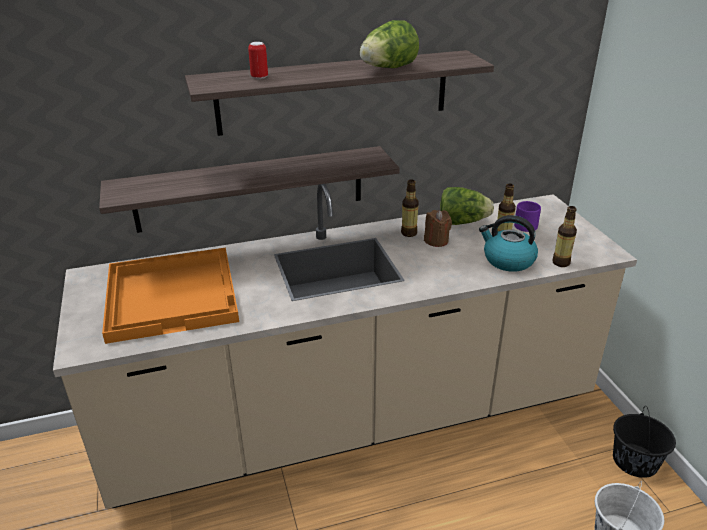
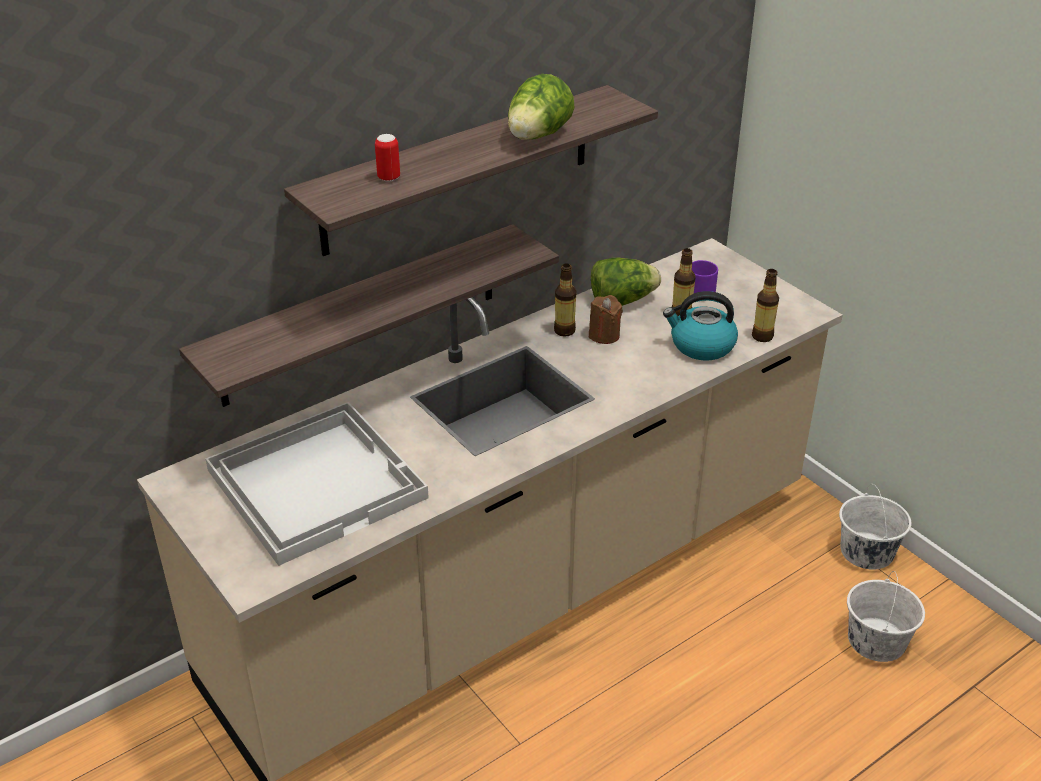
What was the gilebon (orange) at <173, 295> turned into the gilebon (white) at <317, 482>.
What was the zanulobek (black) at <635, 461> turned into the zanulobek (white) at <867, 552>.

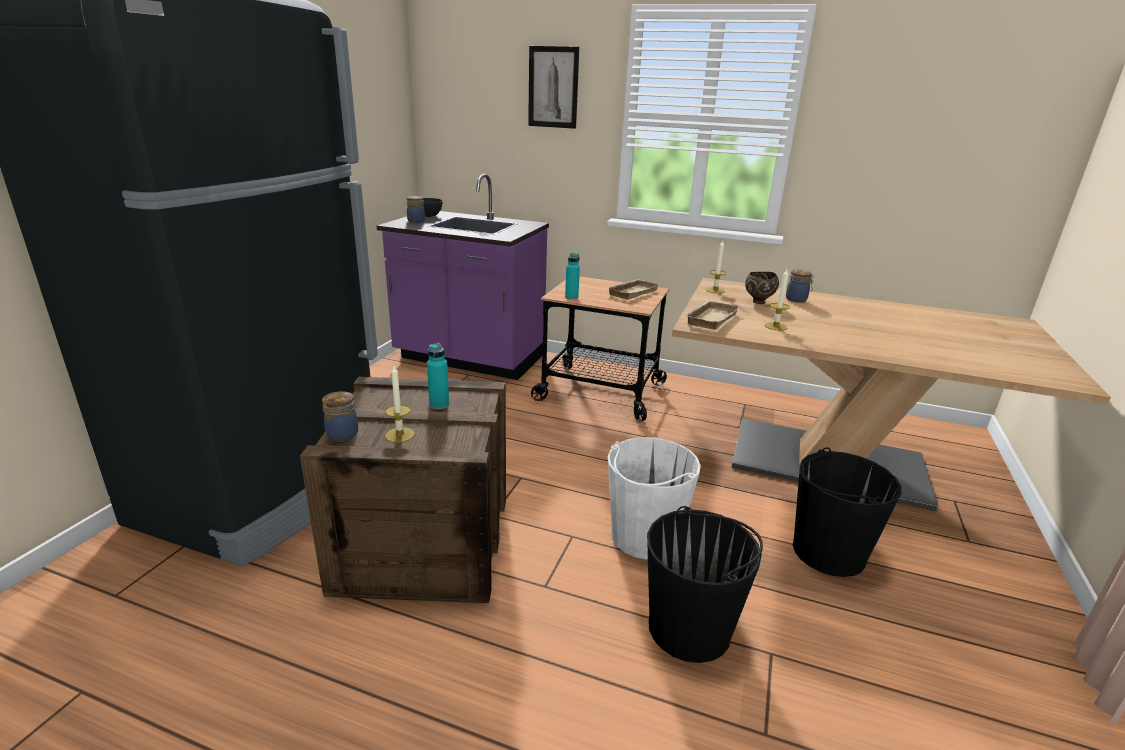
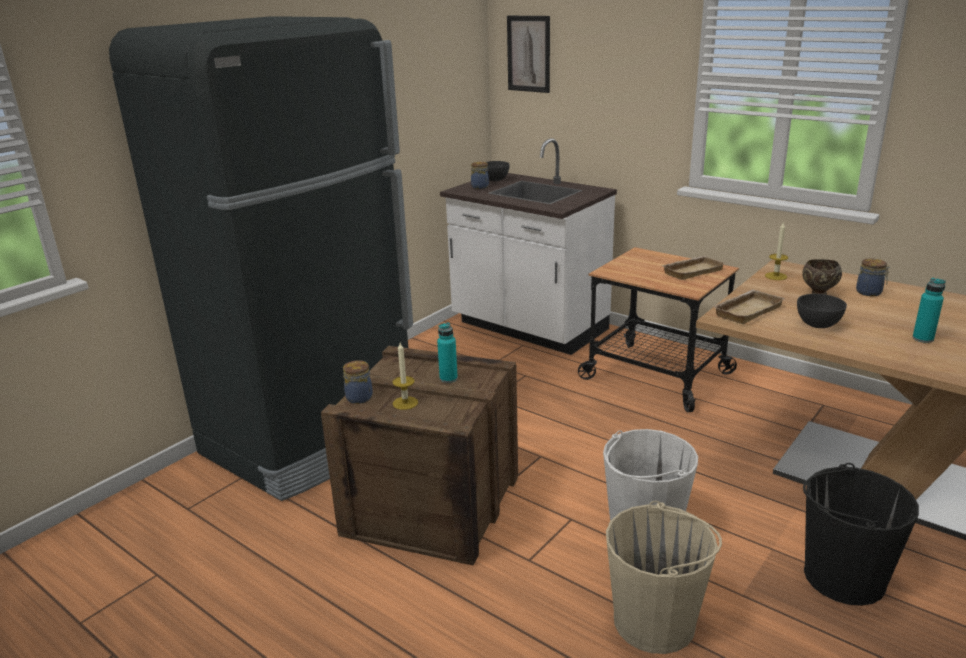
What was the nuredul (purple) at <469, 359> turned into the nuredul (white) at <528, 328>.
The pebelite ended up elsewhere, having gone from <553, 87> to <528, 54>.
What was the zanulobek (black) at <690, 628> turned into the zanulobek (beige) at <655, 622>.
Where the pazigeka stood at <775, 326>, the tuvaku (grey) came to stand at <818, 324>.
The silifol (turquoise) ended up elsewhere, having gone from <571, 297> to <923, 338>.

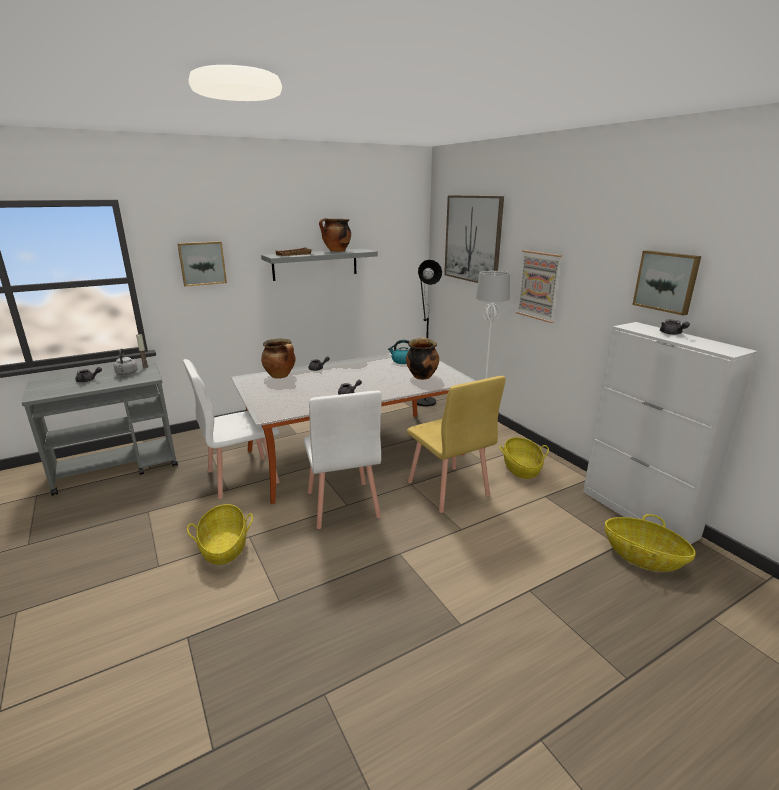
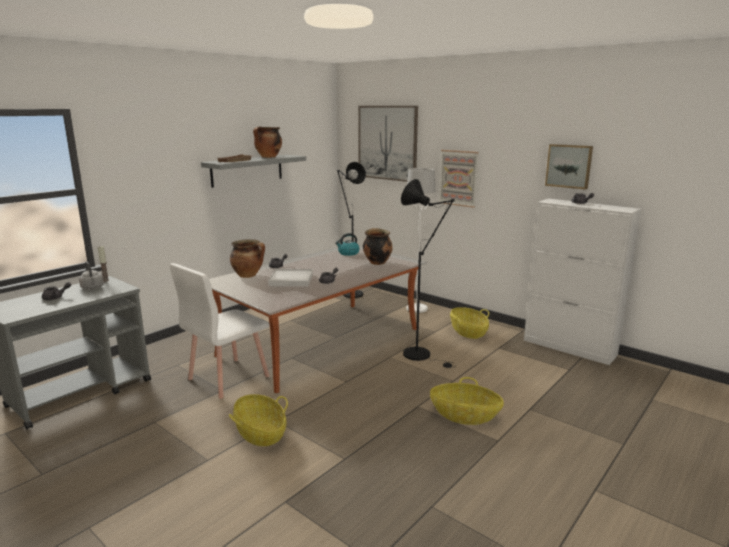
The second view gained the gilebon (white) at <291, 280>.
Where the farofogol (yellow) stood at <448, 489>, the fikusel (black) came to stand at <422, 355>.
The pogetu ended up elsewhere, having gone from <643, 557> to <465, 415>.
The second view lost the pebelite at <202, 263>.
The second view lost the farofogol (white) at <342, 505>.

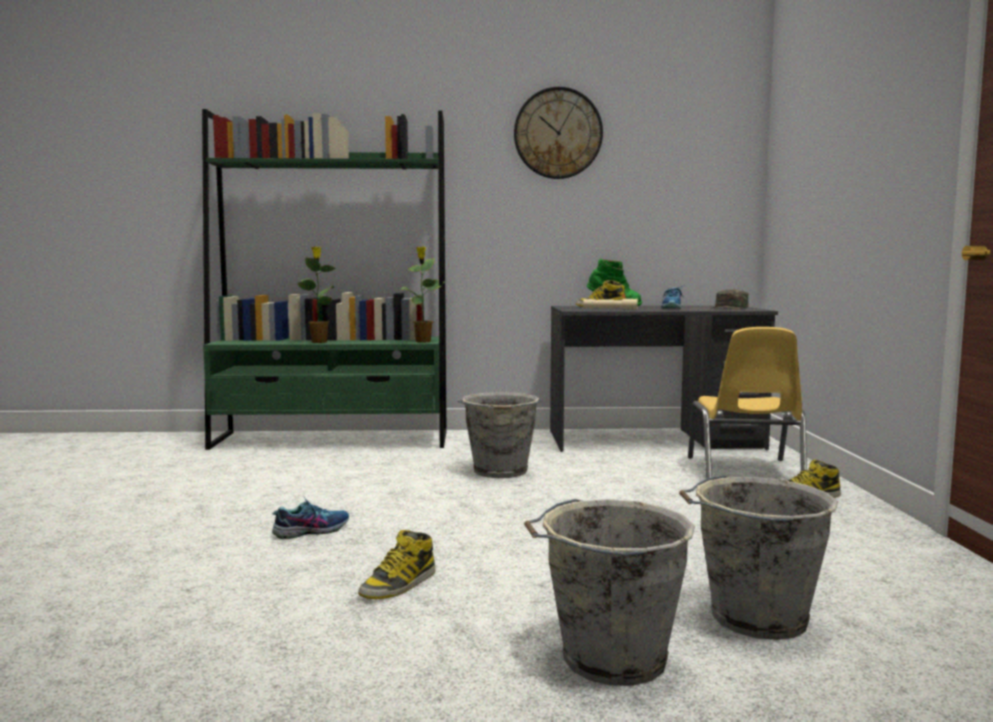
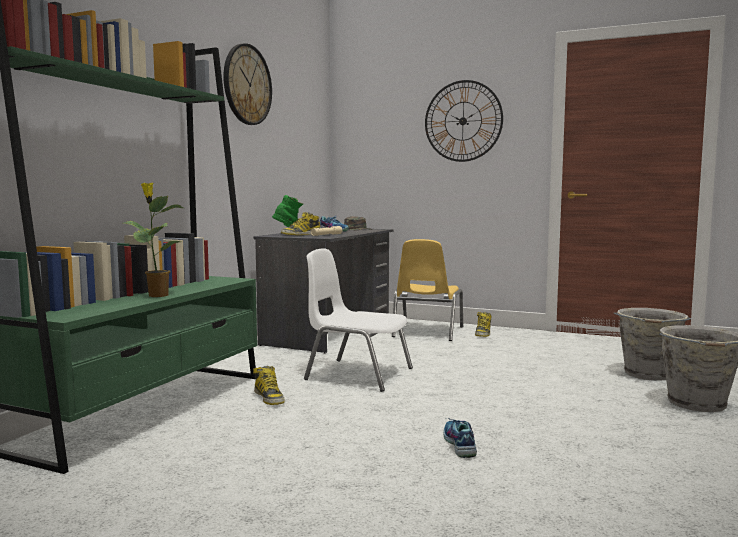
The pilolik ended up elsewhere, having gone from <399, 585> to <269, 398>.
Where the zanulobek (grey) stood at <500, 471>, the farofogol (white) came to stand at <357, 374>.
The farofogol (yellow) at <744, 472> ended up facing another way, 75 degrees clockwise from before.
The second view gained the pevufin at <463, 121>.
The second view lost the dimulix at <423, 341>.

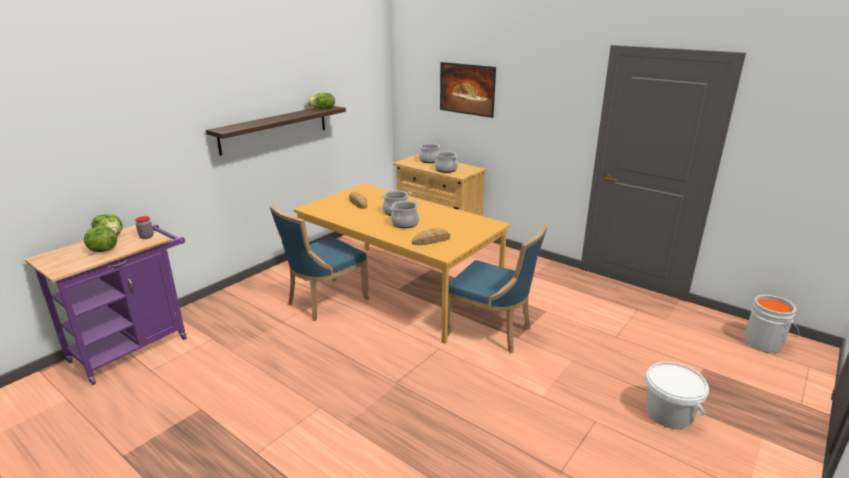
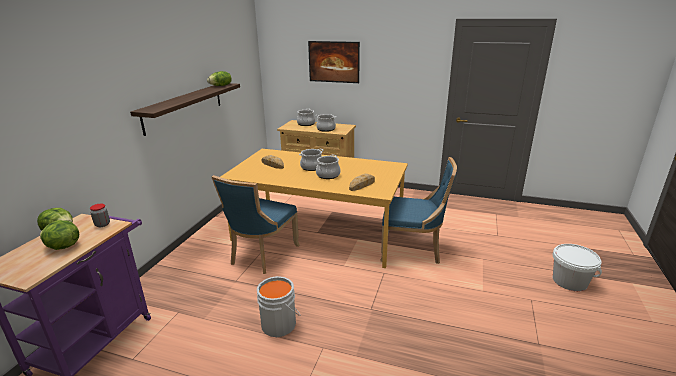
The zanulobek (grey) ended up elsewhere, having gone from <764, 343> to <280, 324>.

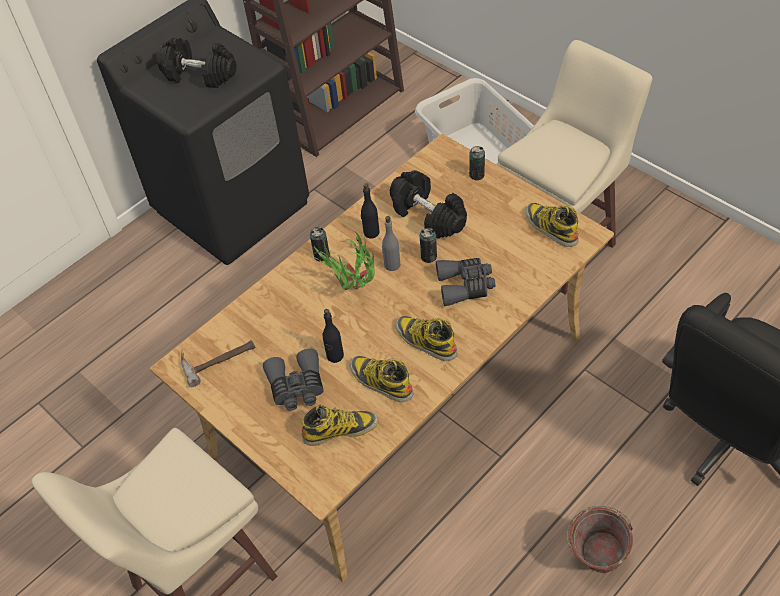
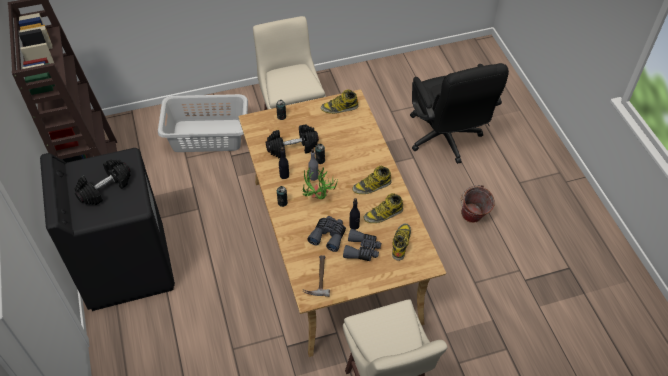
The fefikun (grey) ended up elsewhere, having gone from <465, 286> to <328, 235>.

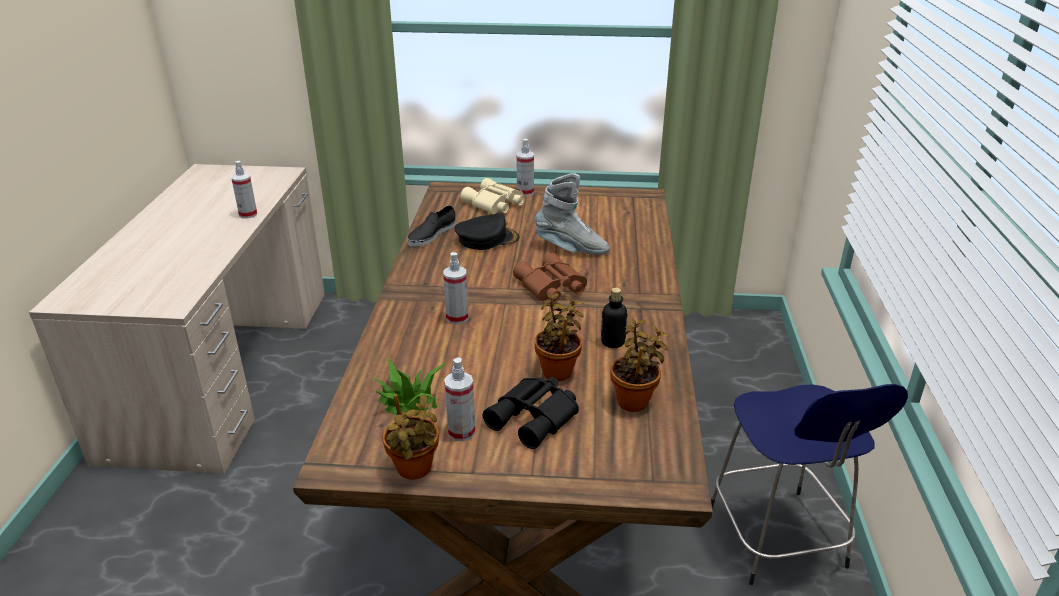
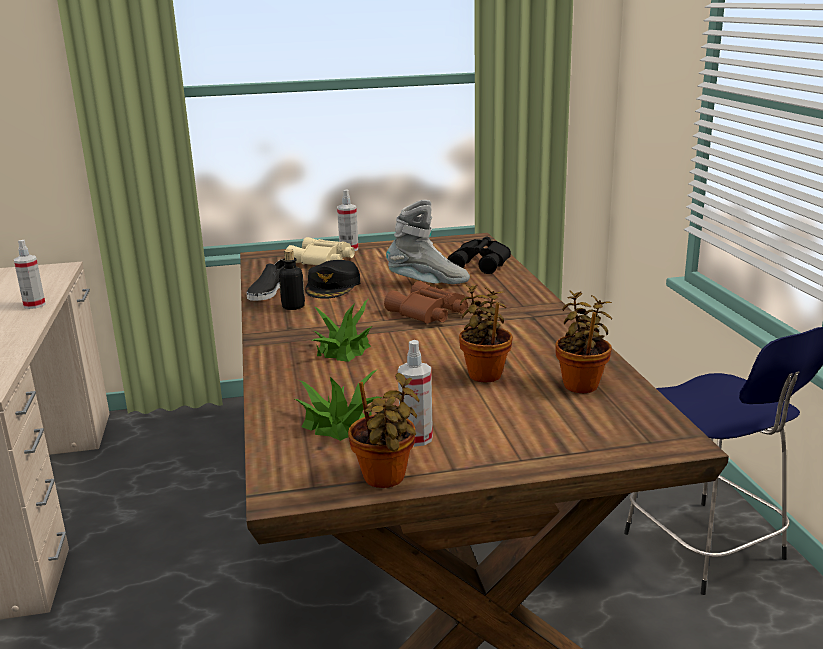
The silifol ended up elsewhere, having gone from <613, 342> to <293, 306>.
The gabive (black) at <487, 238> ended up facing another way, 135 degrees clockwise from before.
Where the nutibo stood at <457, 318>, the dimulix came to stand at <344, 349>.
The fefikun (black) ended up elsewhere, having gone from <535, 418> to <481, 264>.

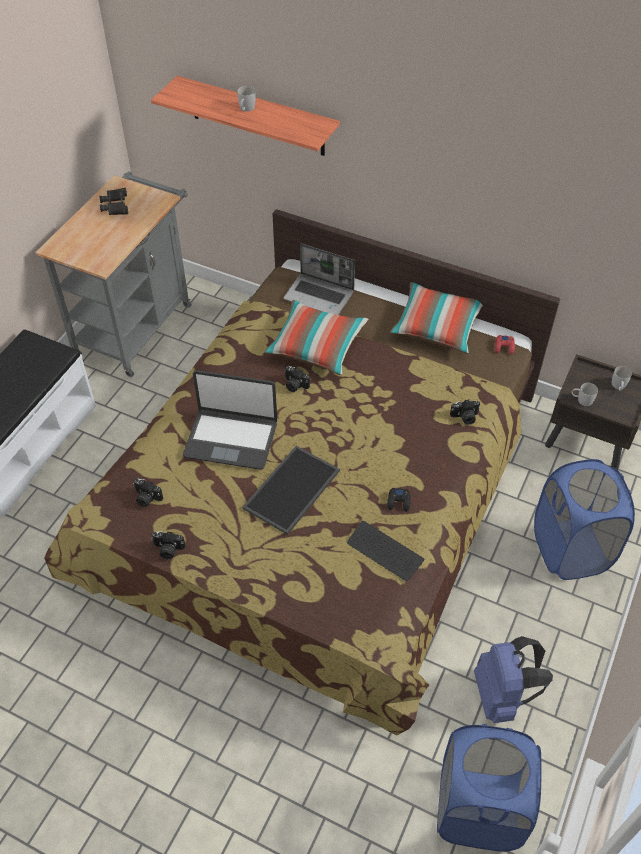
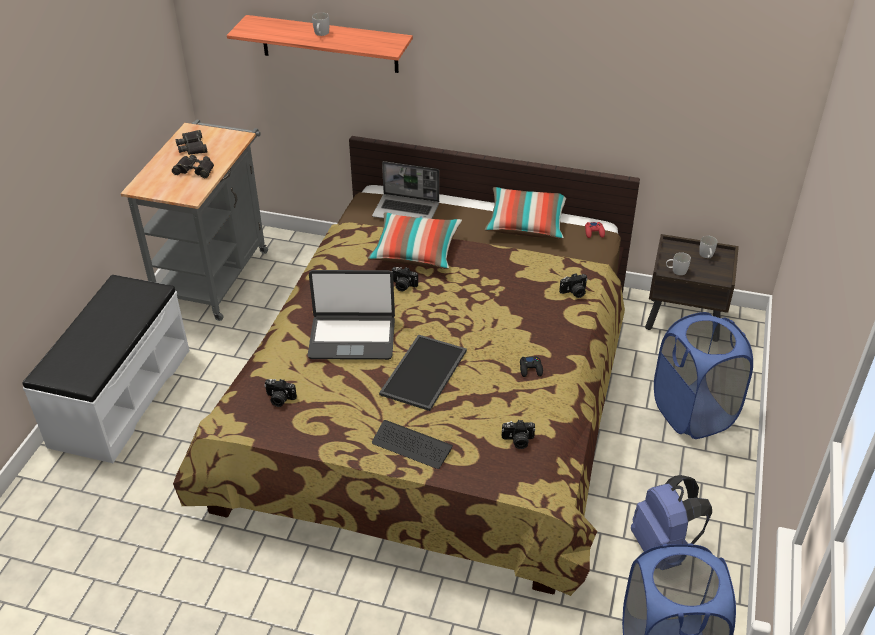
The second view gained the fefikun (black) at <195, 170>.
The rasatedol ended up elsewhere, having gone from <384, 552> to <411, 445>.
The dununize ended up elsewhere, having gone from <168, 550> to <518, 441>.

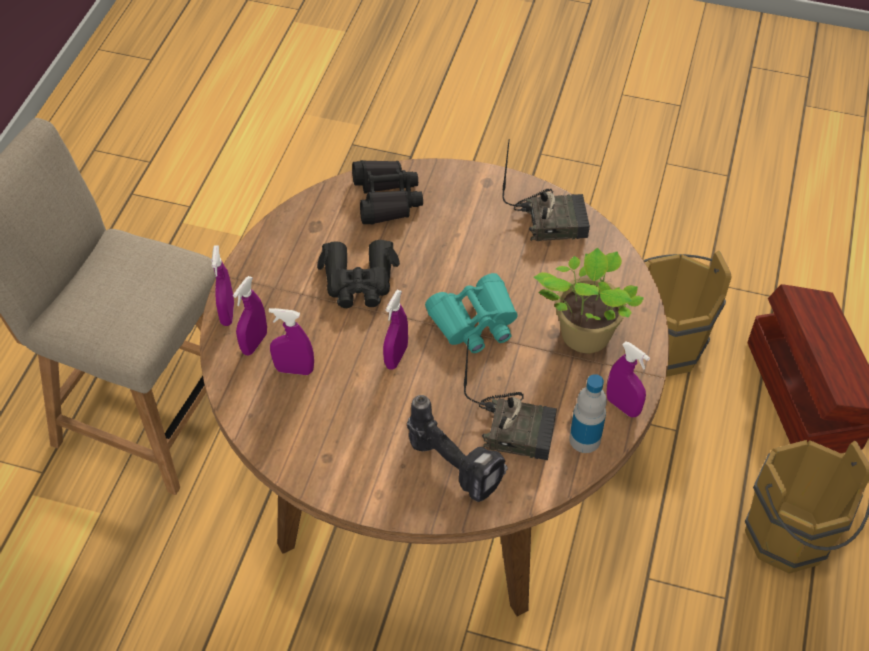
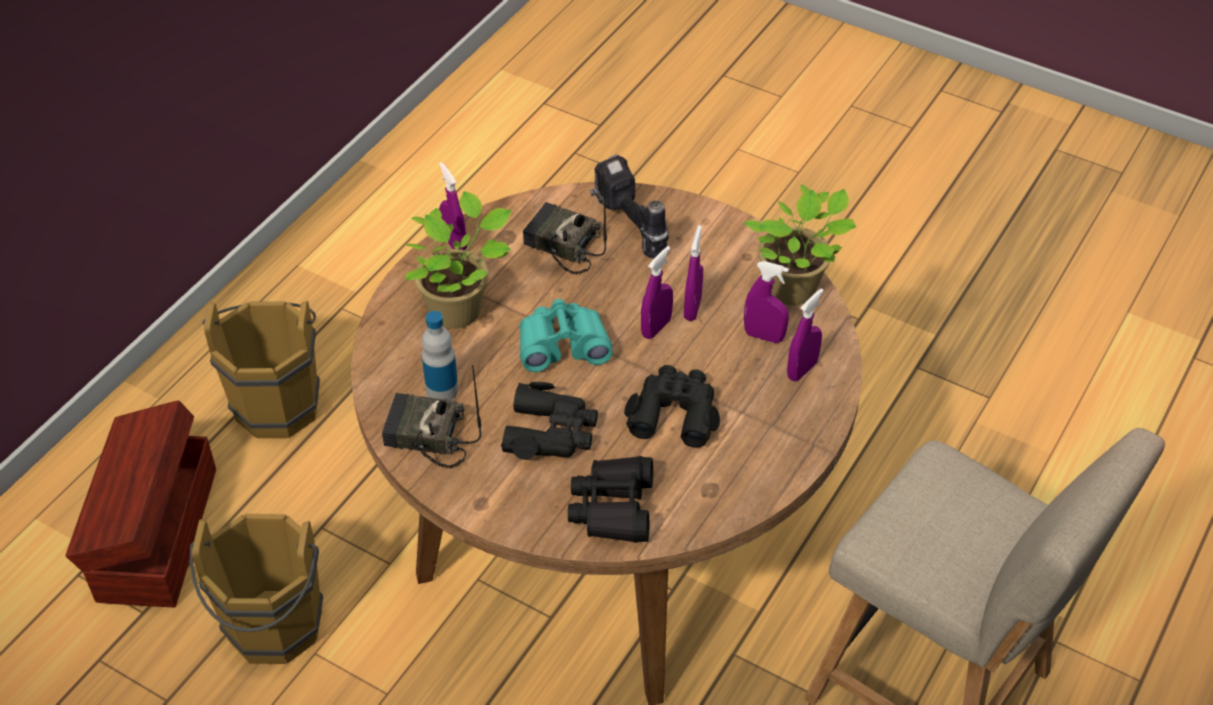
The silifol ended up elsewhere, having gone from <584, 439> to <442, 390>.
The second view gained the fefikun (black) at <551, 432>.
The nutibo (purple) ended up elsewhere, having gone from <227, 313> to <692, 308>.
The second view gained the dimulix at <794, 289>.

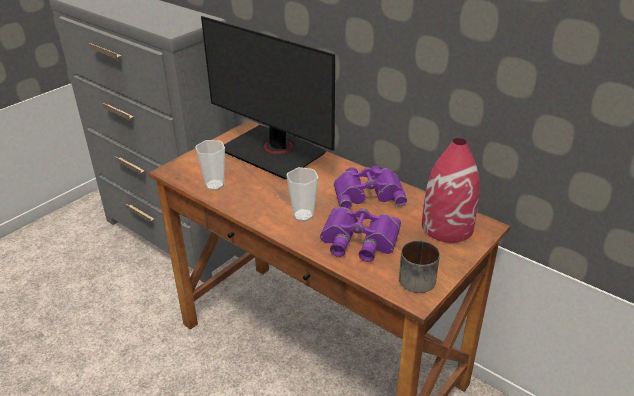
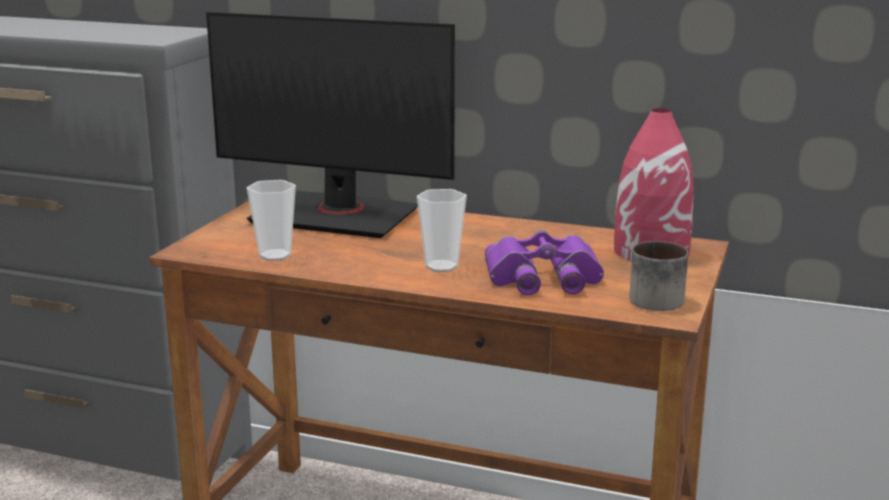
The second view lost the fefikun (purple) at <368, 192>.

